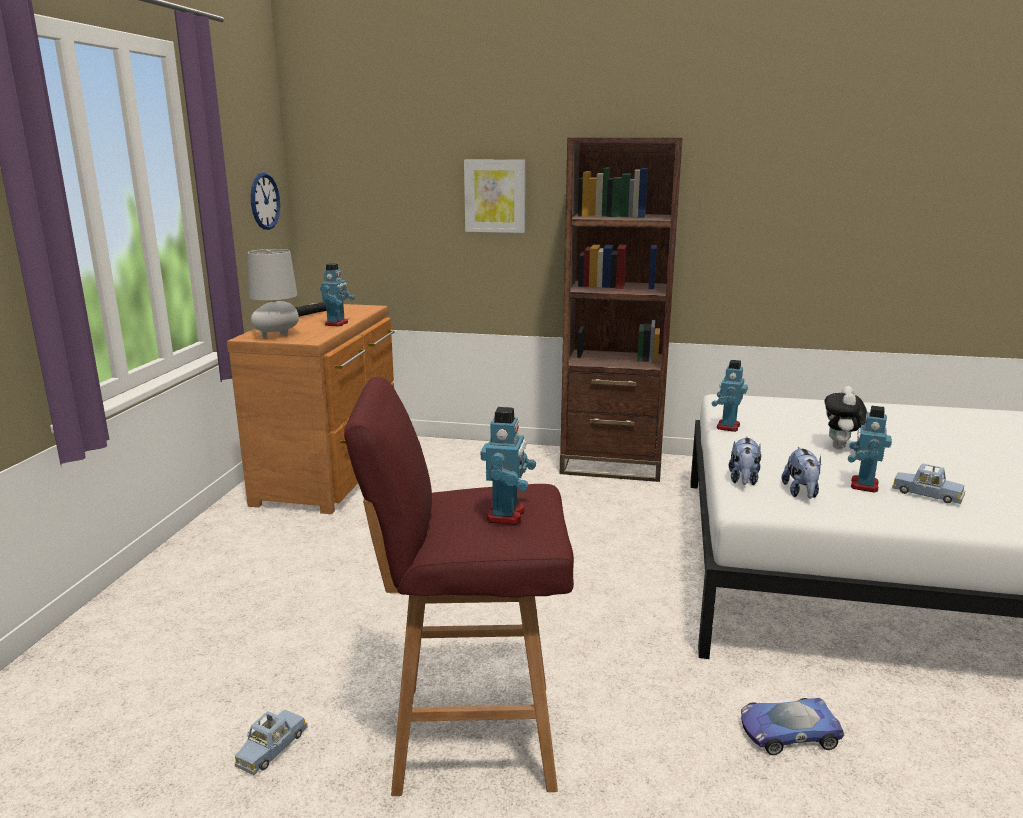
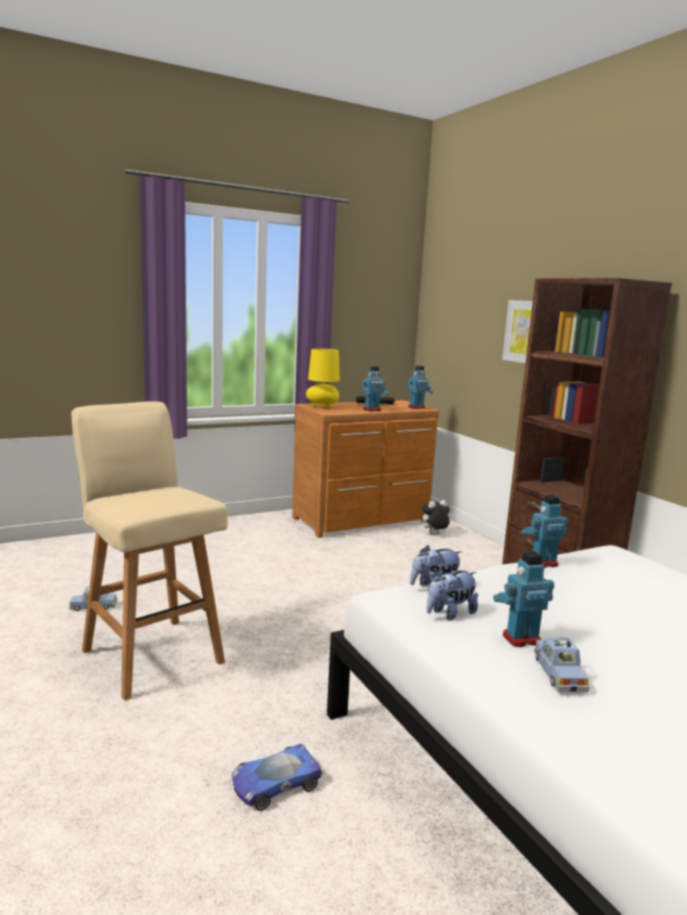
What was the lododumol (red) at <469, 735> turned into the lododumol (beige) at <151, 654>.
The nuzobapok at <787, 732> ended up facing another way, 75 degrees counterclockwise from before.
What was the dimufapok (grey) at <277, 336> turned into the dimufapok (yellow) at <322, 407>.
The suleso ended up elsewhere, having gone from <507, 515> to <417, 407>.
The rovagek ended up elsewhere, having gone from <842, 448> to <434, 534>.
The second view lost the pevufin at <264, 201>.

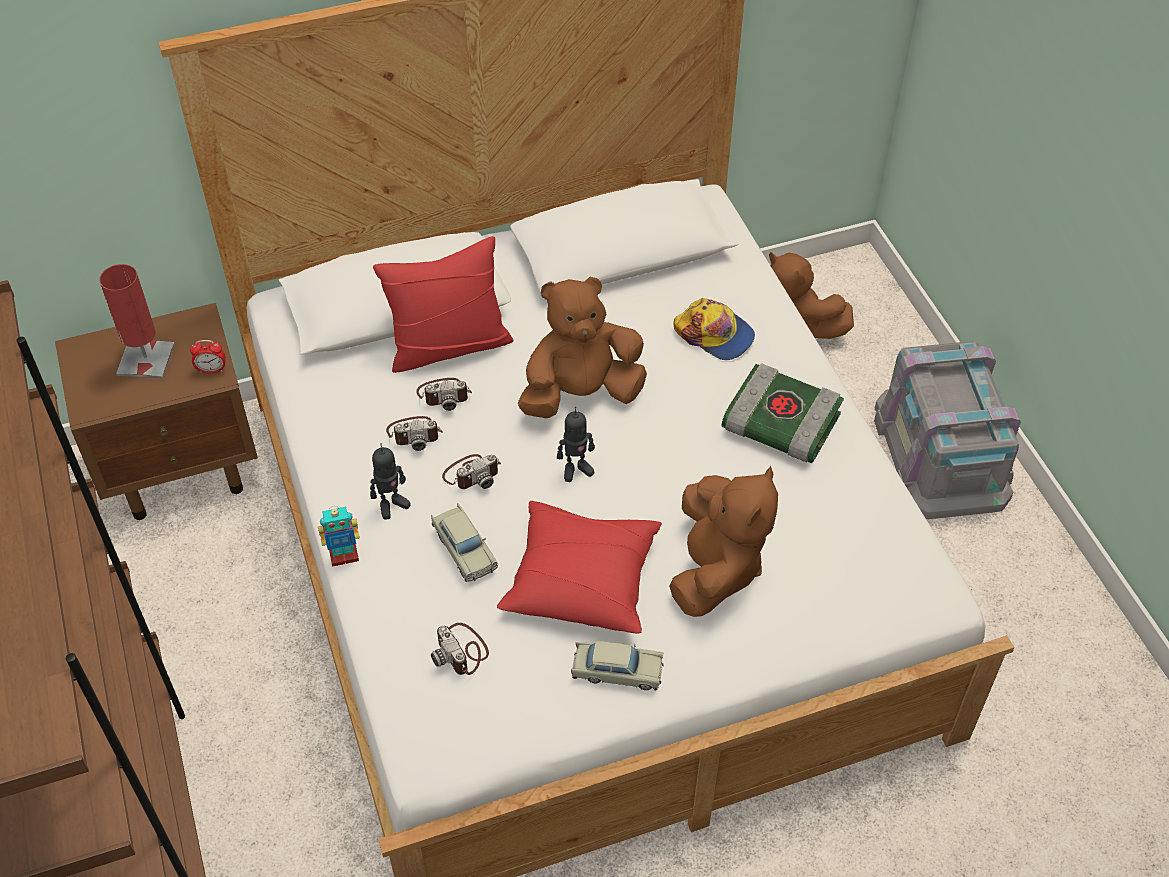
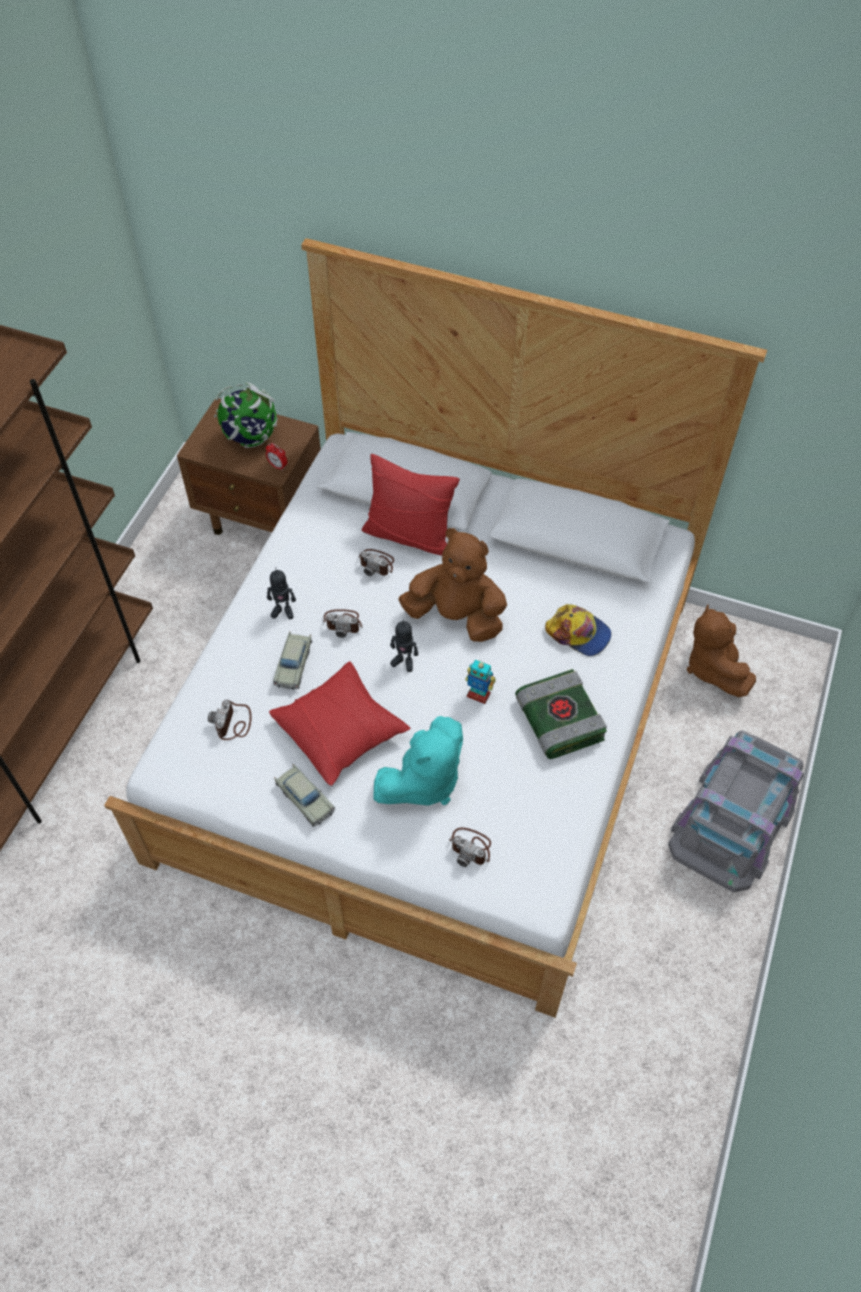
Where the dimufapok (red) stood at <146, 359>, the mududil came to stand at <250, 438>.
What was the rovagek (brown) at <715, 569> turned into the rovagek (turquoise) at <423, 781>.
The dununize ended up elsewhere, having gone from <415, 433> to <471, 847>.
The suleso ended up elsewhere, having gone from <344, 556> to <478, 694>.
The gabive at <715, 334> ended up facing another way, 45 degrees counterclockwise from before.

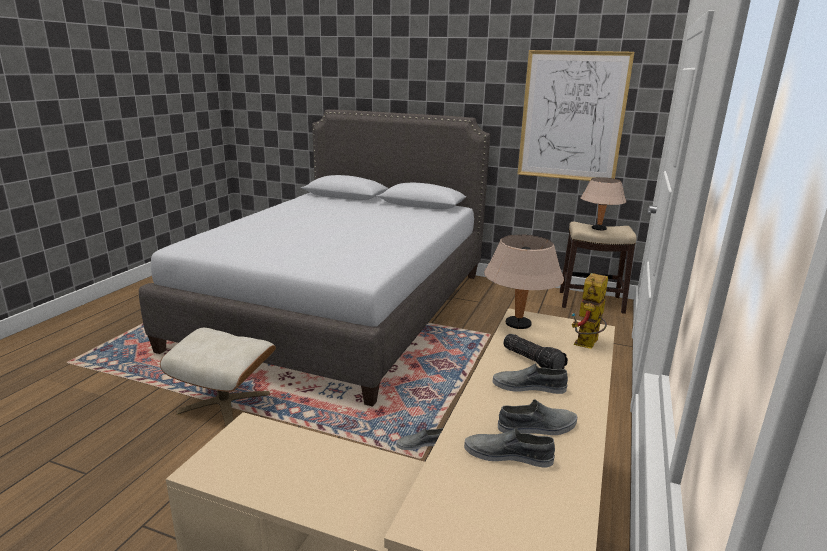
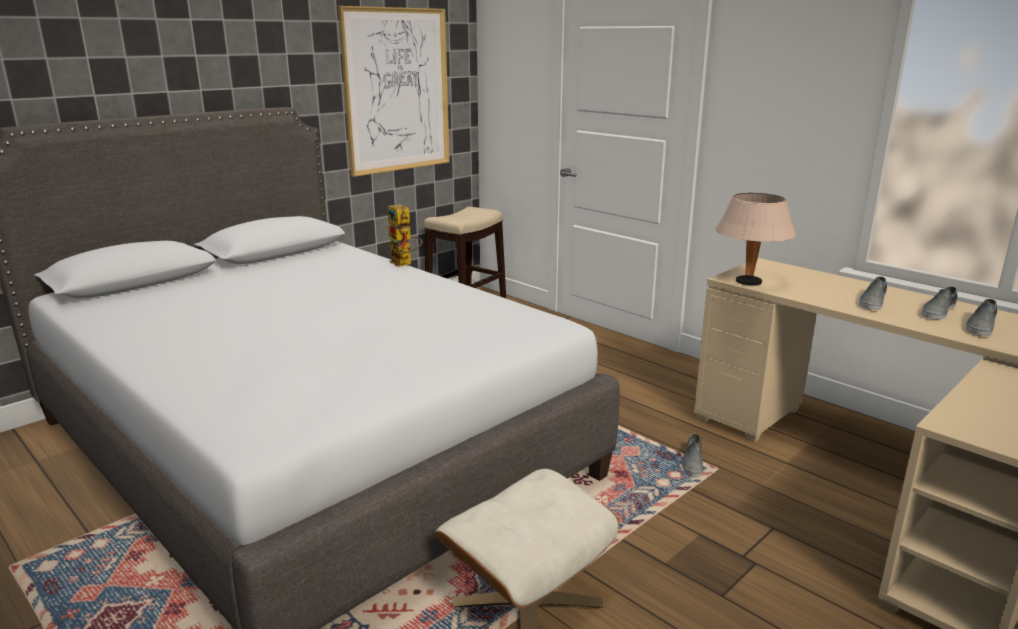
The suleso ended up elsewhere, having gone from <587, 345> to <405, 264>.
The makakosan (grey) at <537, 427> ended up facing another way, 150 degrees counterclockwise from before.
The second view lost the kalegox at <533, 361>.
The second view lost the dimufapok (beige) at <598, 229>.

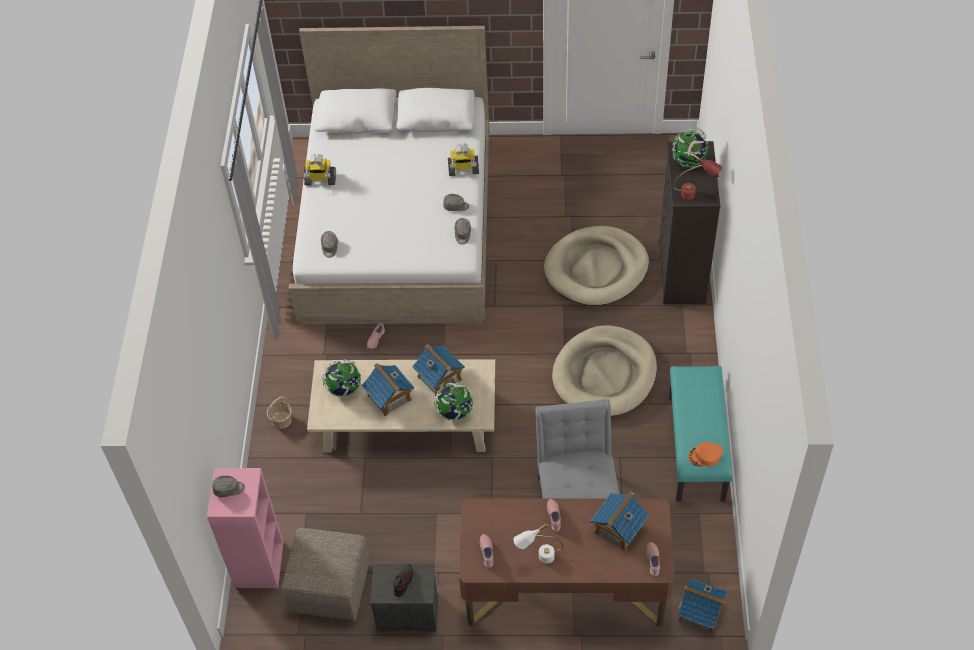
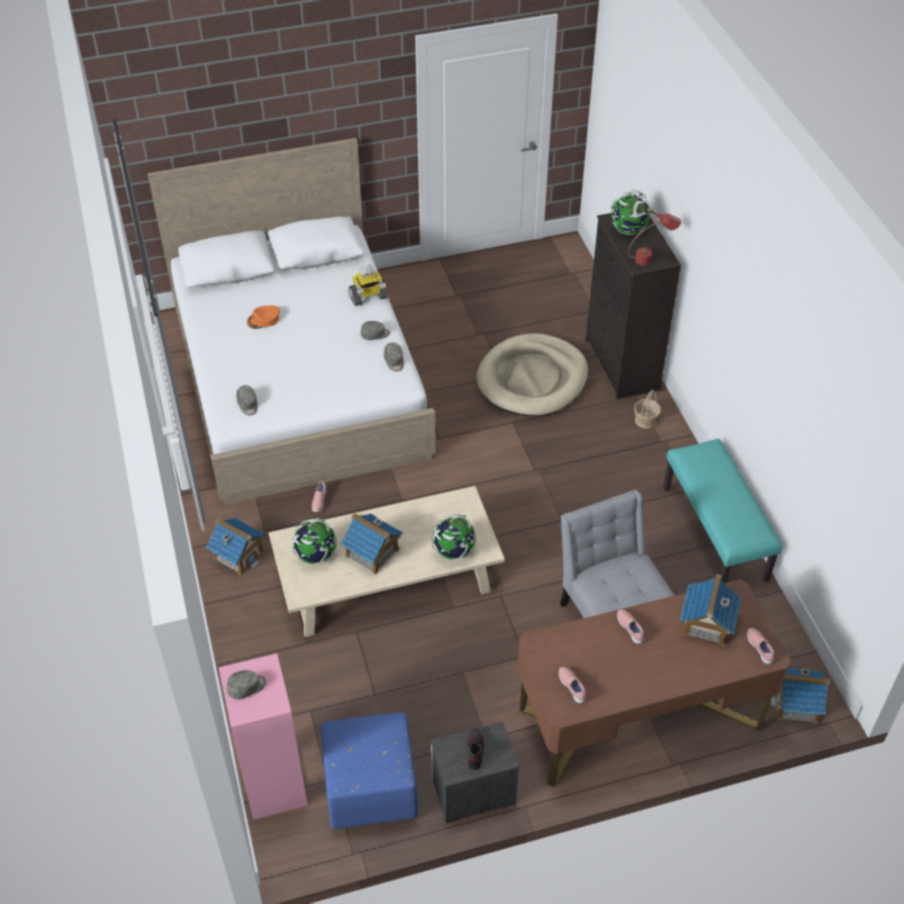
The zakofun ended up elsewhere, having gone from <439, 378> to <238, 554>.
The gabive (orange) ended up elsewhere, having gone from <705, 456> to <264, 320>.
What was the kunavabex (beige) at <328, 588> turned into the kunavabex (blue) at <369, 789>.
The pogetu ended up elsewhere, having gone from <281, 420> to <645, 420>.
The second view lost the suleso at <320, 180>.
The second view lost the dimufapok (white) at <538, 558>.
The second view lost the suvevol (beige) at <604, 374>.

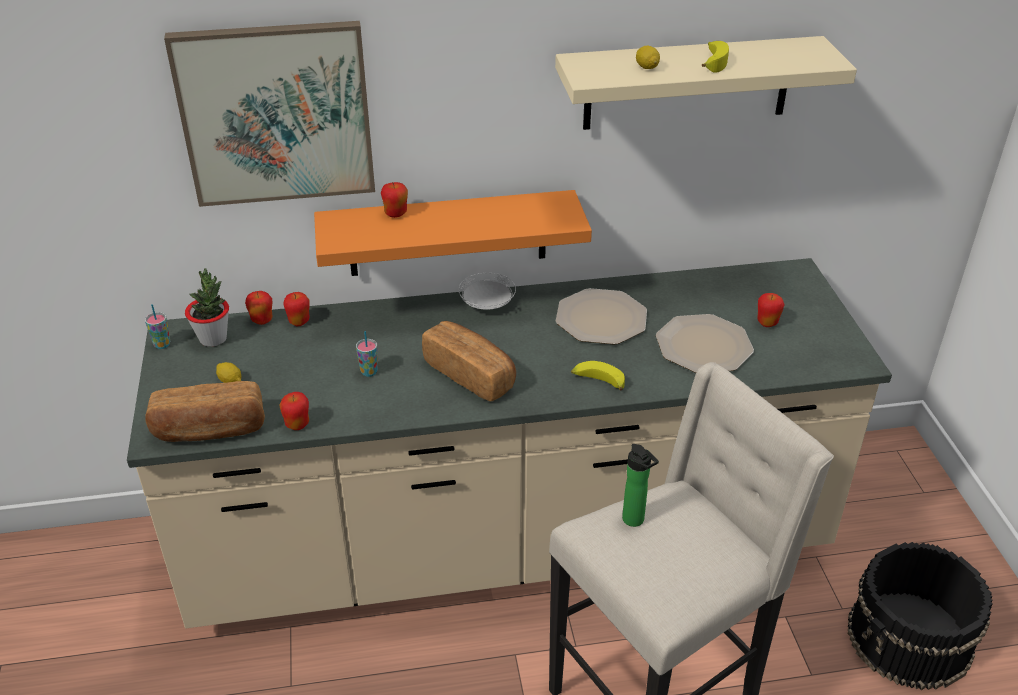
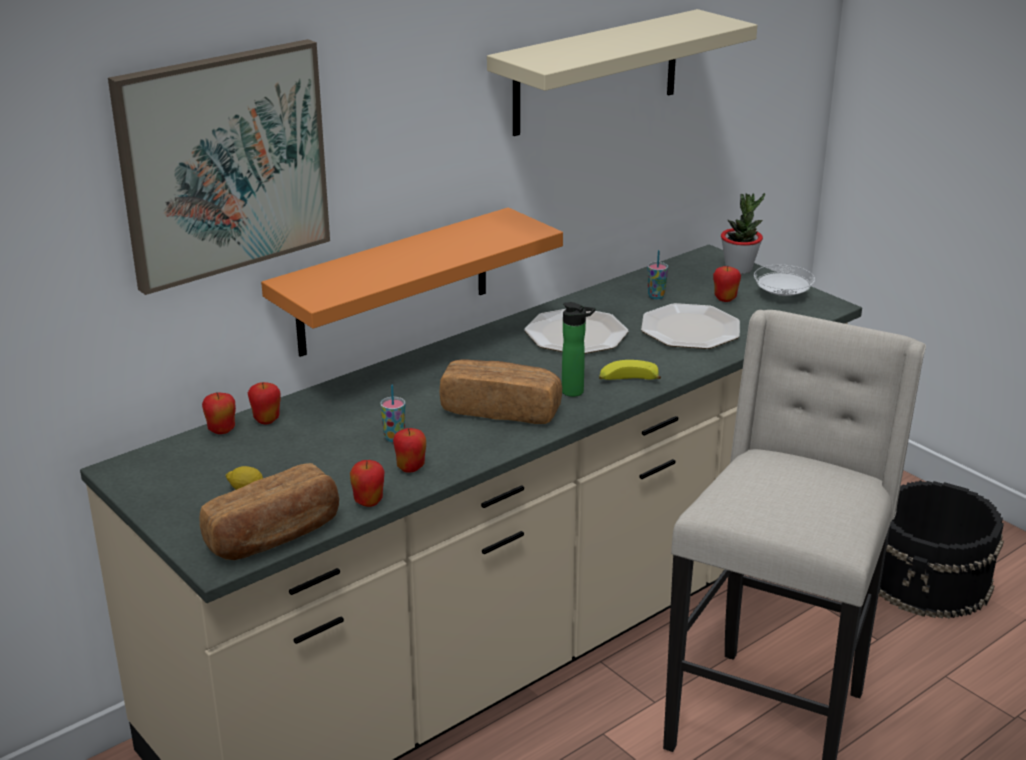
The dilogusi ended up elsewhere, having gone from <395, 214> to <410, 468>.
The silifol ended up elsewhere, having gone from <635, 521> to <576, 392>.
The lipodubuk ended up elsewhere, having gone from <162, 344> to <656, 296>.
The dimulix ended up elsewhere, having gone from <213, 338> to <739, 269>.
The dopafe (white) ended up elsewhere, having gone from <487, 304> to <782, 295>.
The second view lost the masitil at <646, 67>.
The second view lost the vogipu at <712, 61>.

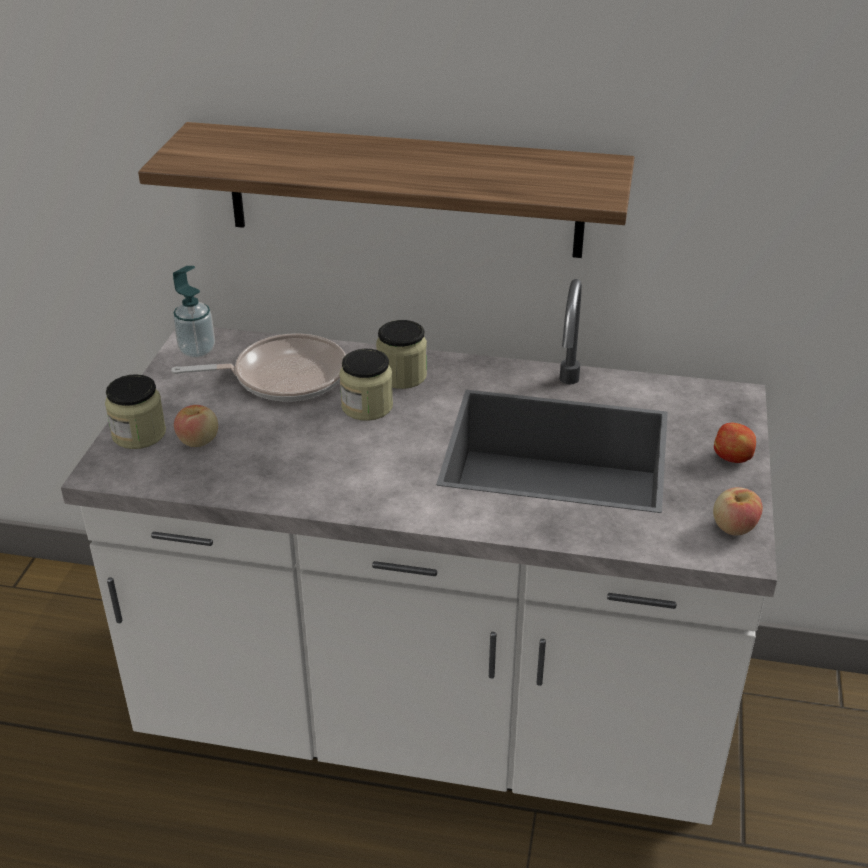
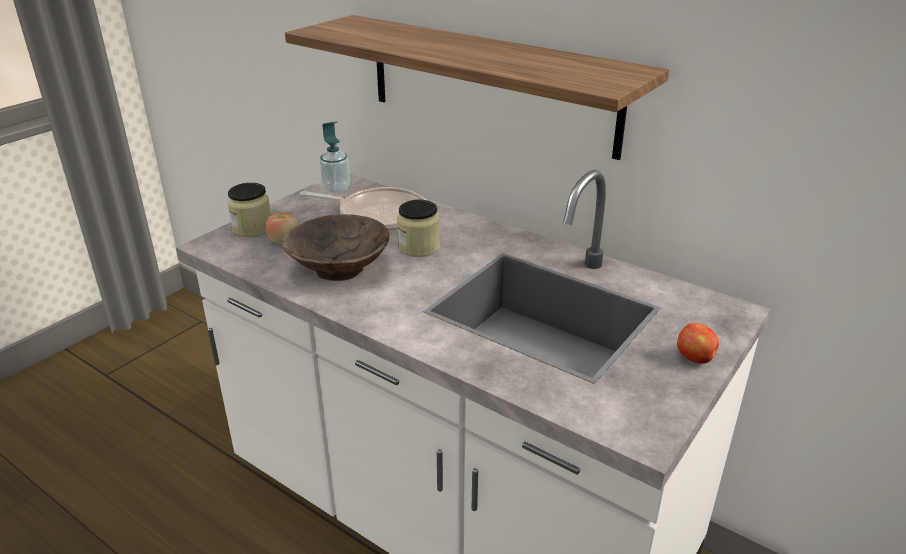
The second view gained the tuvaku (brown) at <339, 270>.
The second view lost the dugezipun at <402, 376>.
The second view lost the dilogusi at <733, 527>.

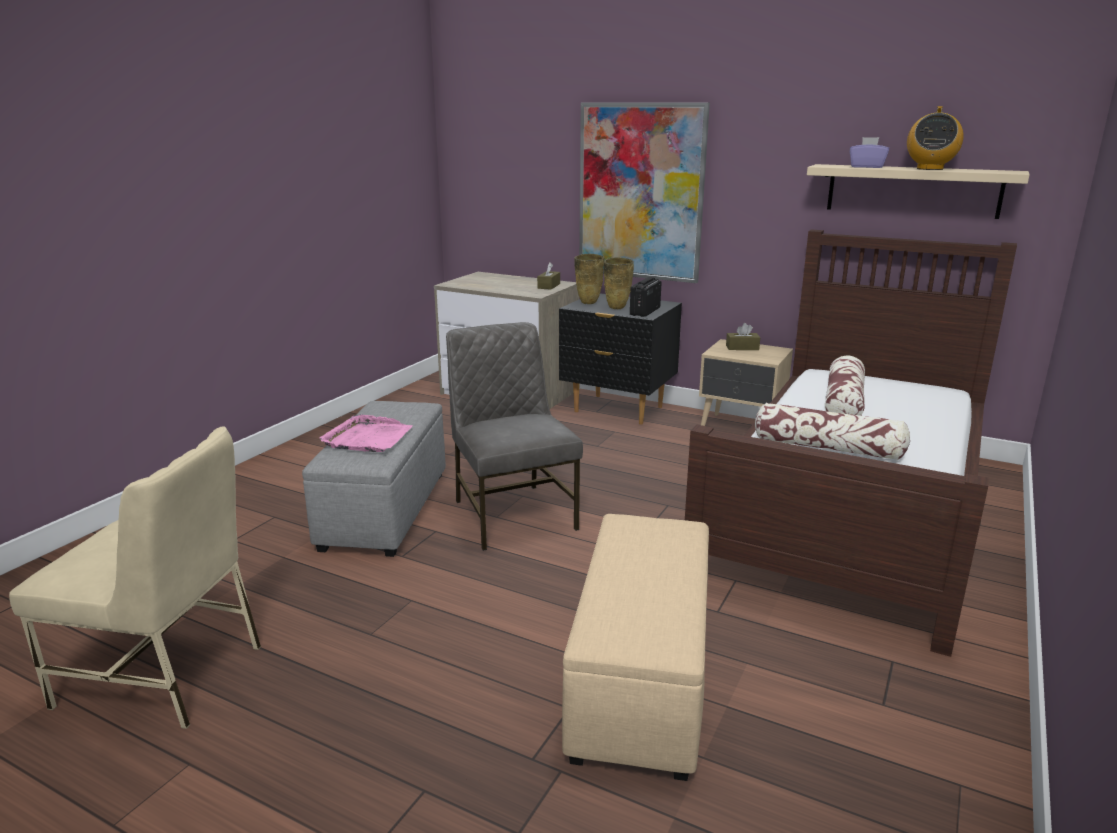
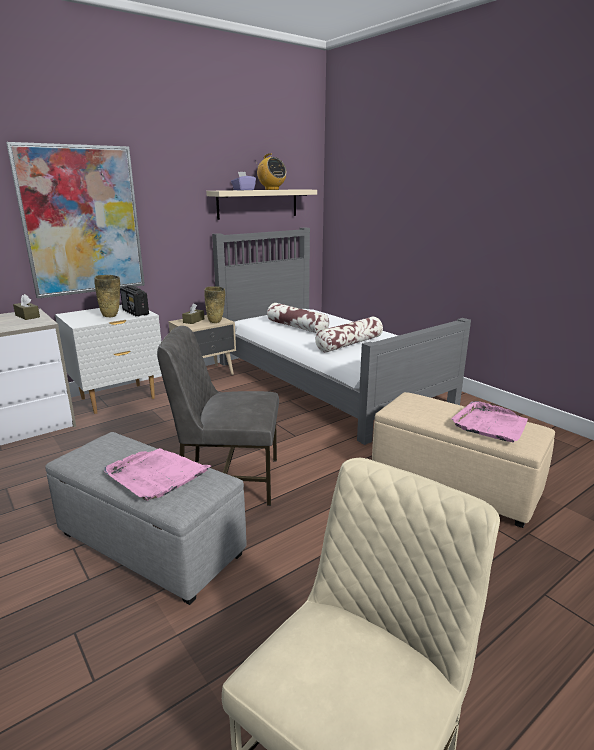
What was the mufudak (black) at <618, 410> turned into the mufudak (white) at <118, 399>.
The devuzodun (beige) ended up elsewhere, having gone from <588, 303> to <216, 322>.
What was the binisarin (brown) at <848, 510> turned into the binisarin (grey) at <326, 382>.
The second view gained the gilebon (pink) at <490, 425>.

